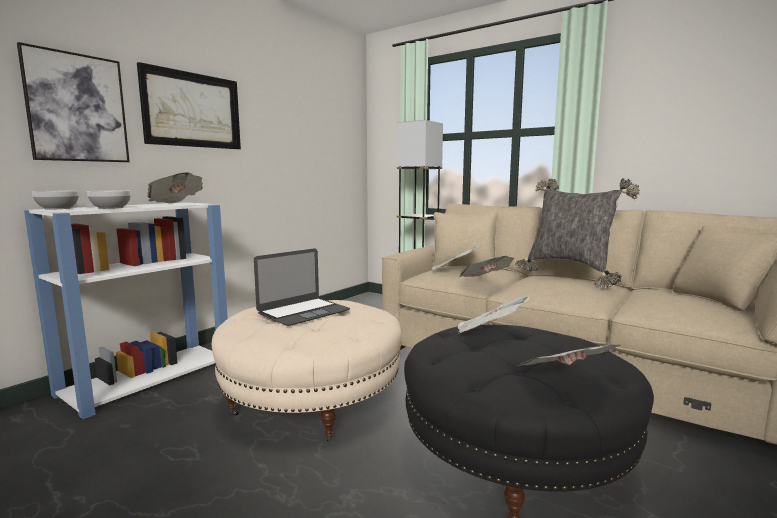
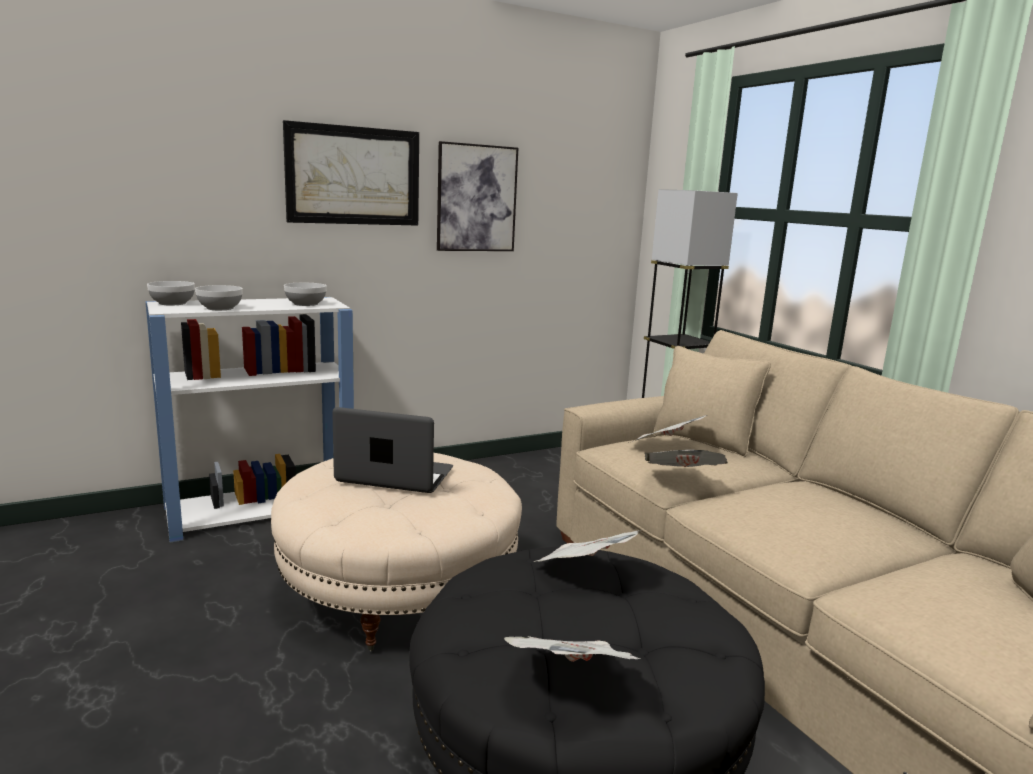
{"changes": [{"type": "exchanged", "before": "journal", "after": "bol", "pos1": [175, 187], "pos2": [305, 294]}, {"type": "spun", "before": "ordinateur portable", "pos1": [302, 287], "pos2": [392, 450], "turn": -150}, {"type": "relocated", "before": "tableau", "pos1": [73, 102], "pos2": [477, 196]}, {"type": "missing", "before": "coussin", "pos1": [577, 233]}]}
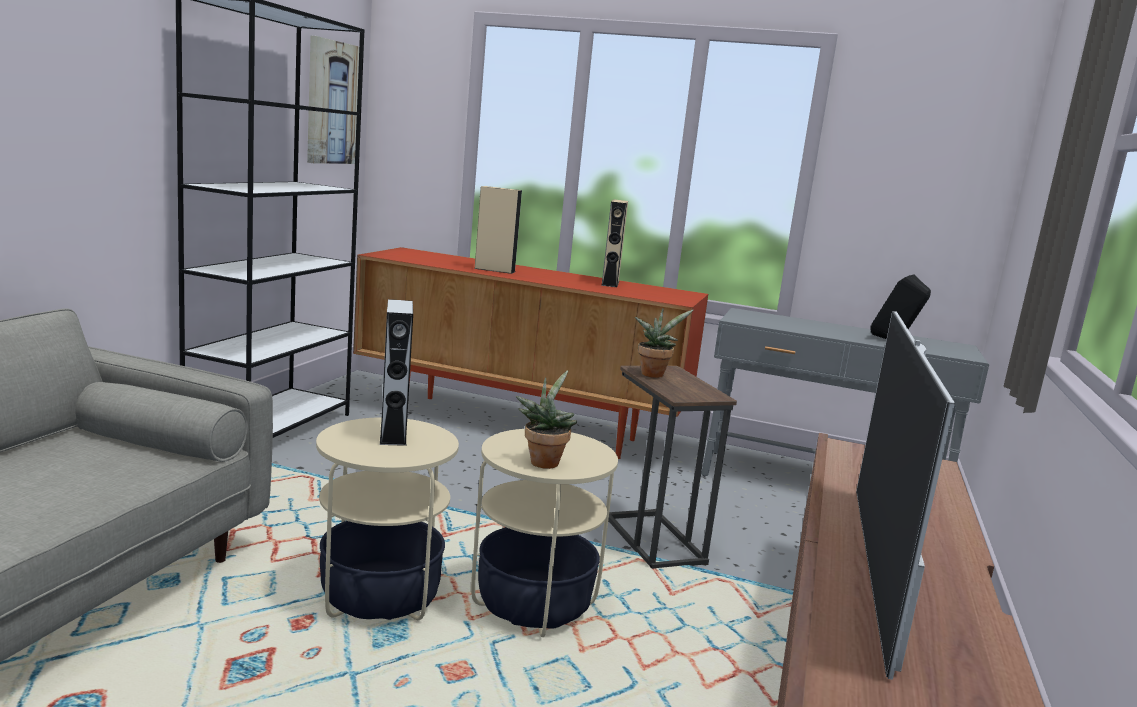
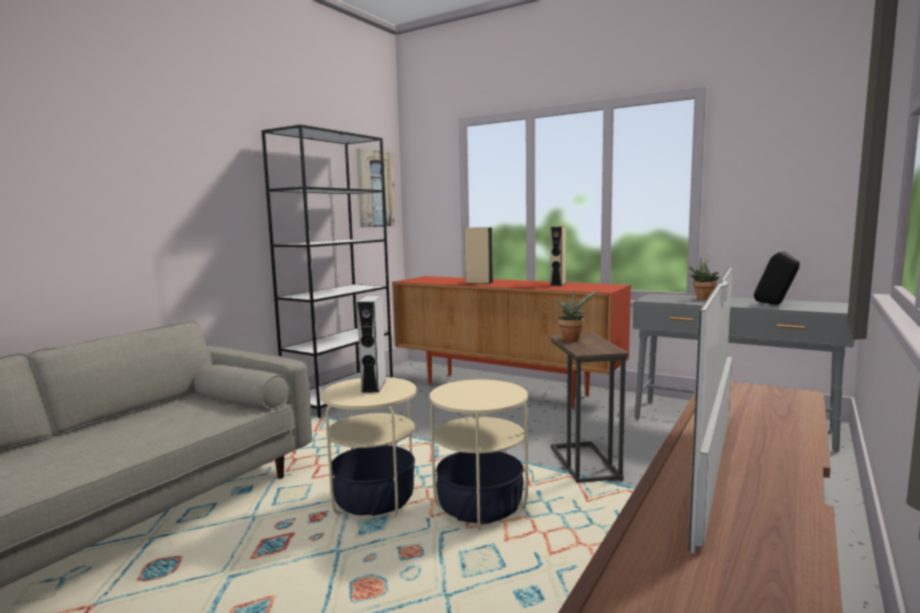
{"changes": [{"type": "relocated", "before": "plante en pot", "pos1": [546, 419], "pos2": [704, 278]}]}
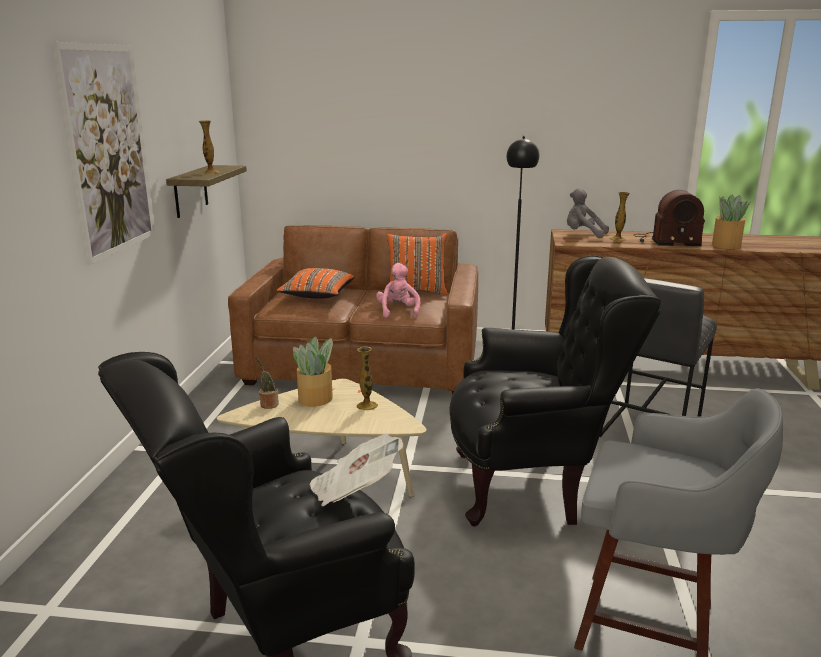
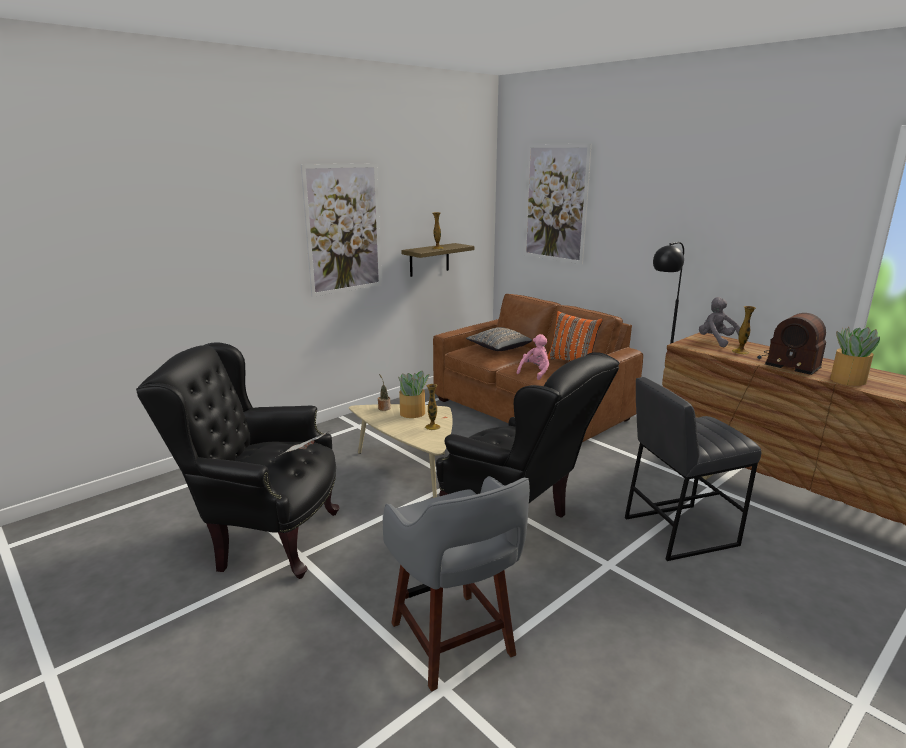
{"changes": [{"type": "colour", "before": "coussin [orange]", "after": "coussin [gris]", "pos1": [315, 283], "pos2": [499, 339]}, {"type": "appeared", "after": "tableau", "pos2": [558, 204]}]}
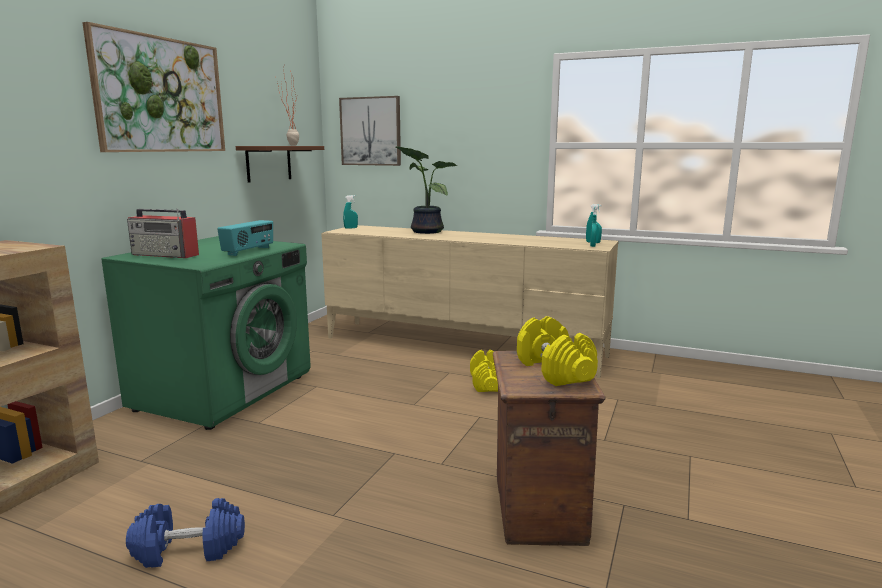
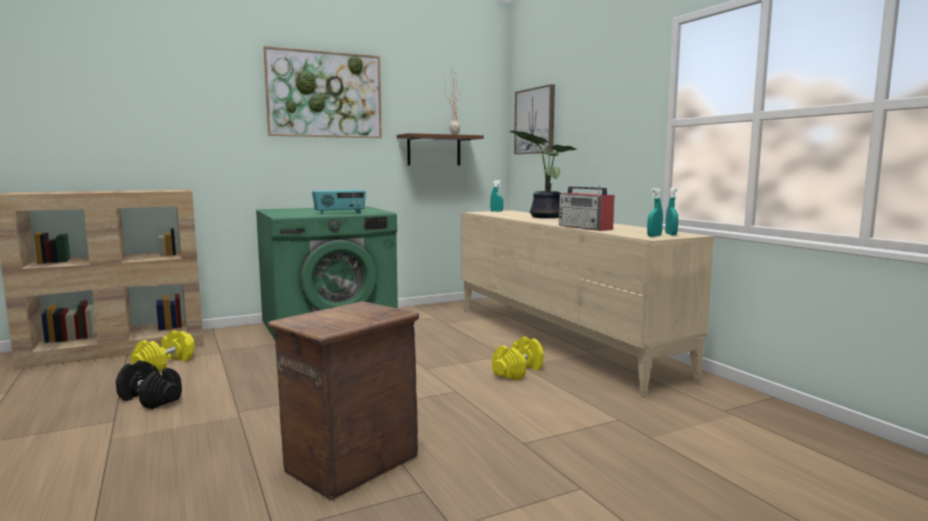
{"changes": [{"type": "colour", "before": "haltère [bleu]", "after": "haltère [noir]", "pos1": [185, 533], "pos2": [149, 384]}, {"type": "relocated", "before": "haltère [jaune]", "pos1": [557, 351], "pos2": [163, 350]}, {"type": "relocated", "before": "radio", "pos1": [163, 233], "pos2": [586, 208]}]}
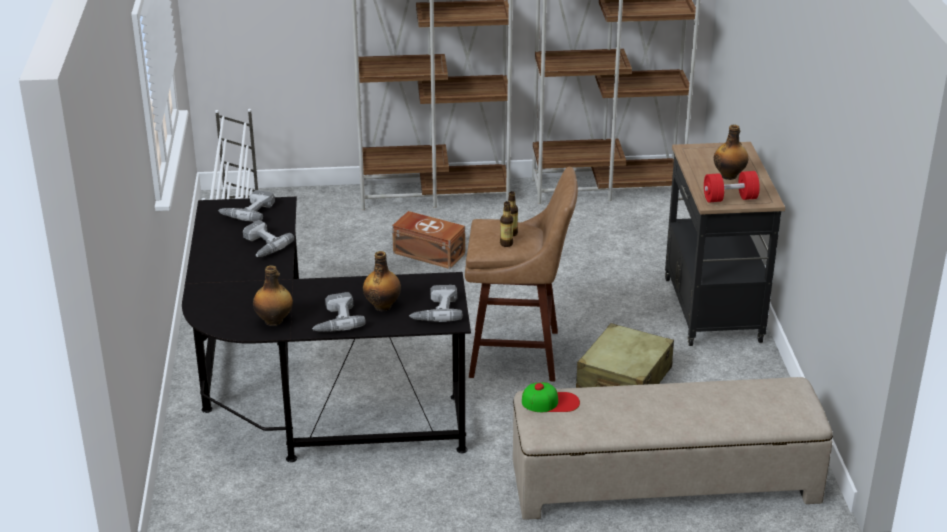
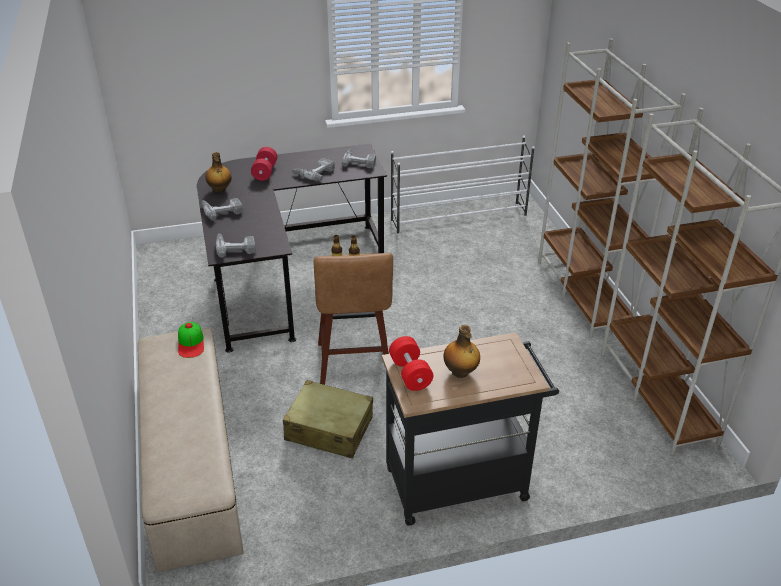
{"changes": [{"type": "appeared", "after": "haltère [rouge]", "pos2": [264, 164]}, {"type": "missing", "before": "bouteille", "pos1": [382, 281]}, {"type": "missing", "before": "boîte de rangement [marron]", "pos1": [428, 240]}]}
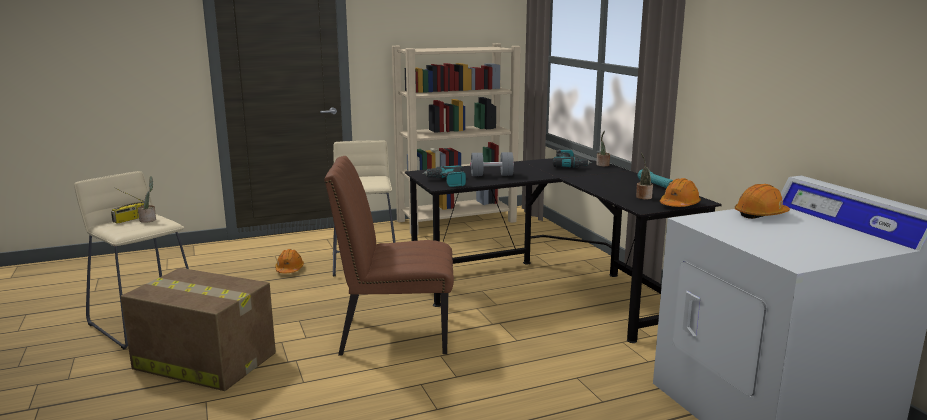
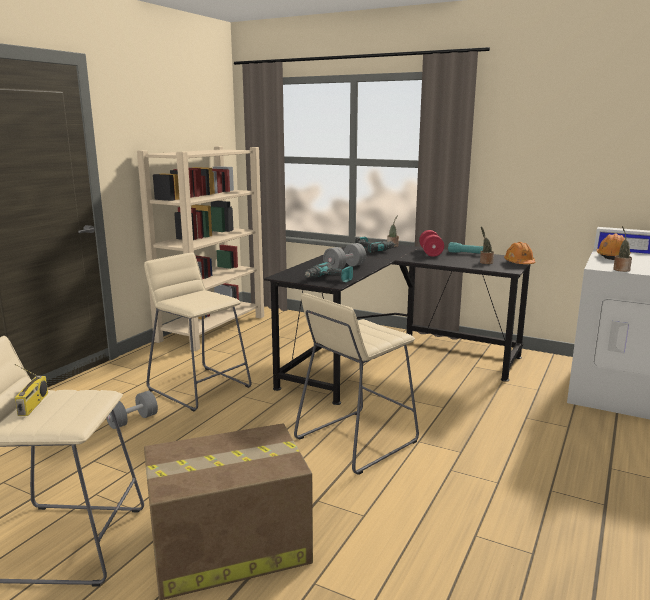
{"changes": [{"type": "exchanged", "before": "casque de chantier [orange]", "after": "haltère [gris]", "pos1": [289, 261], "pos2": [132, 410]}, {"type": "exchanged", "before": "chaise [marron]", "after": "tabouret [beige]", "pos1": [389, 256], "pos2": [356, 384]}, {"type": "appeared", "after": "haltère [rouge]", "pos2": [431, 243]}, {"type": "relocated", "before": "plante en pot", "pos1": [147, 199], "pos2": [622, 249]}]}
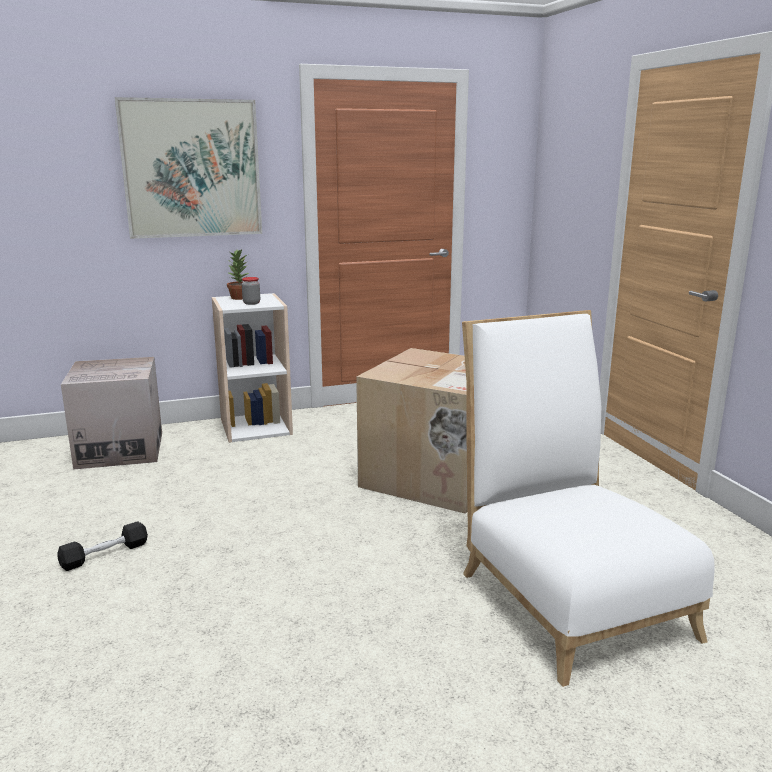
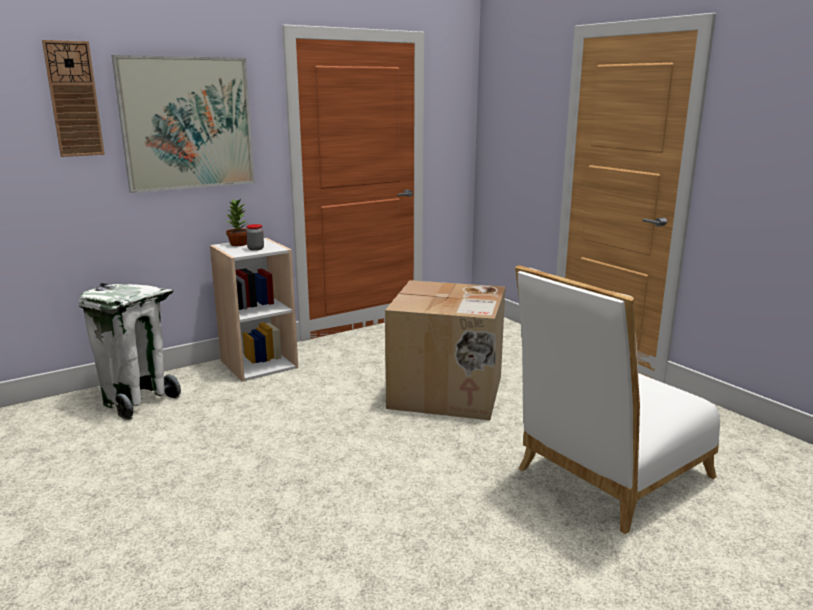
{"changes": [{"type": "appeared", "after": "horloge murale", "pos2": [73, 98]}, {"type": "exchanged", "before": "carton", "after": "poubelle [blanc]", "pos1": [111, 413], "pos2": [130, 351]}, {"type": "spun", "before": "chaise [blanc]", "pos1": [588, 498], "pos2": [617, 399], "turn": -90}, {"type": "missing", "before": "haltère [noir]", "pos1": [102, 546]}]}
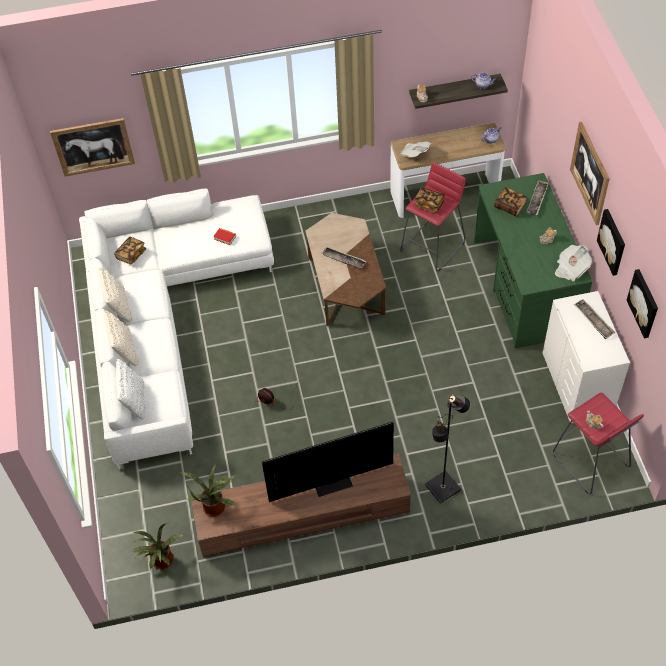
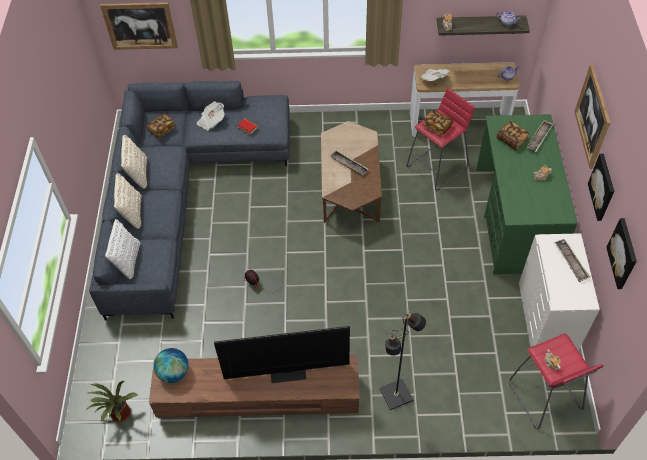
{"changes": [{"type": "colour", "before": "canapé [blanc]", "after": "canapé [bleu]", "pos1": [176, 329], "pos2": [189, 201]}, {"type": "exchanged", "before": "plante en pot", "after": "globe", "pos1": [208, 491], "pos2": [171, 365]}, {"type": "relocated", "before": "journal", "pos1": [573, 263], "pos2": [211, 116]}]}
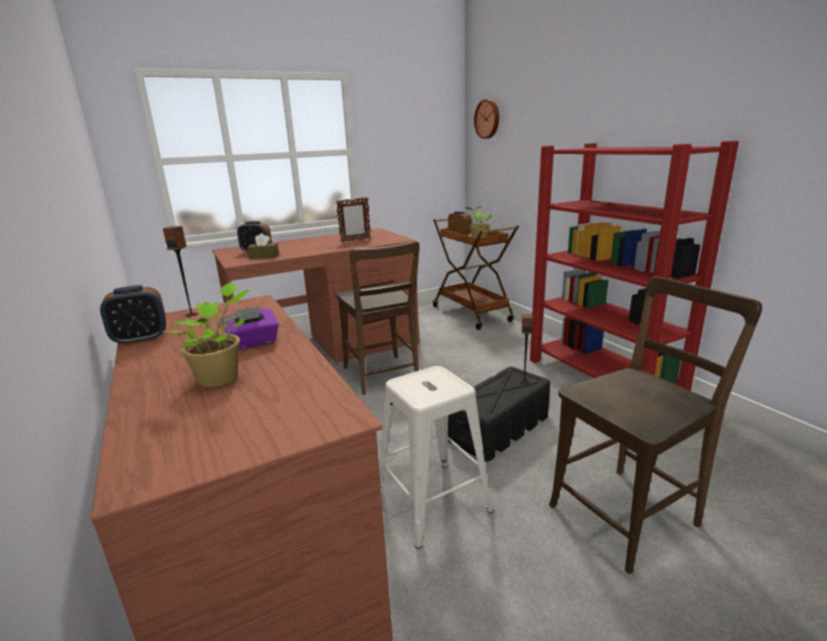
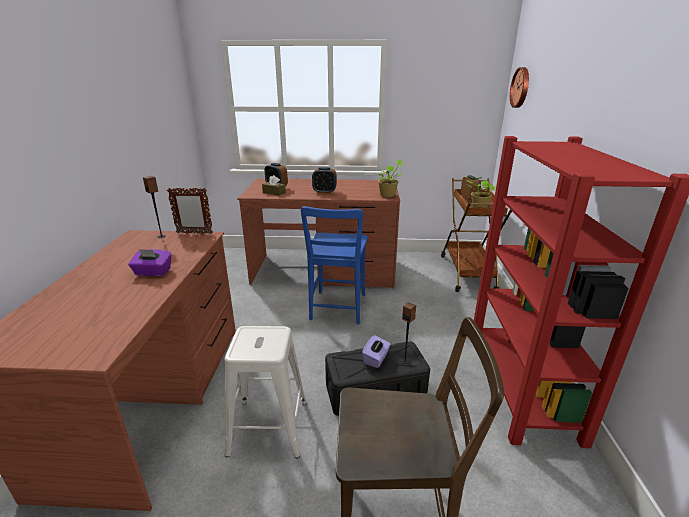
{"changes": [{"type": "relocated", "before": "cadre photo", "pos1": [353, 219], "pos2": [190, 211]}, {"type": "colour", "before": "chaise [marron]", "after": "chaise [bleu]", "pos1": [377, 318], "pos2": [334, 265]}, {"type": "relocated", "before": "réveil", "pos1": [133, 315], "pos2": [324, 180]}, {"type": "appeared", "after": "boîte à mouchoirs [violet]", "pos2": [376, 351]}, {"type": "relocated", "before": "plante en pot", "pos1": [206, 334], "pos2": [391, 178]}]}
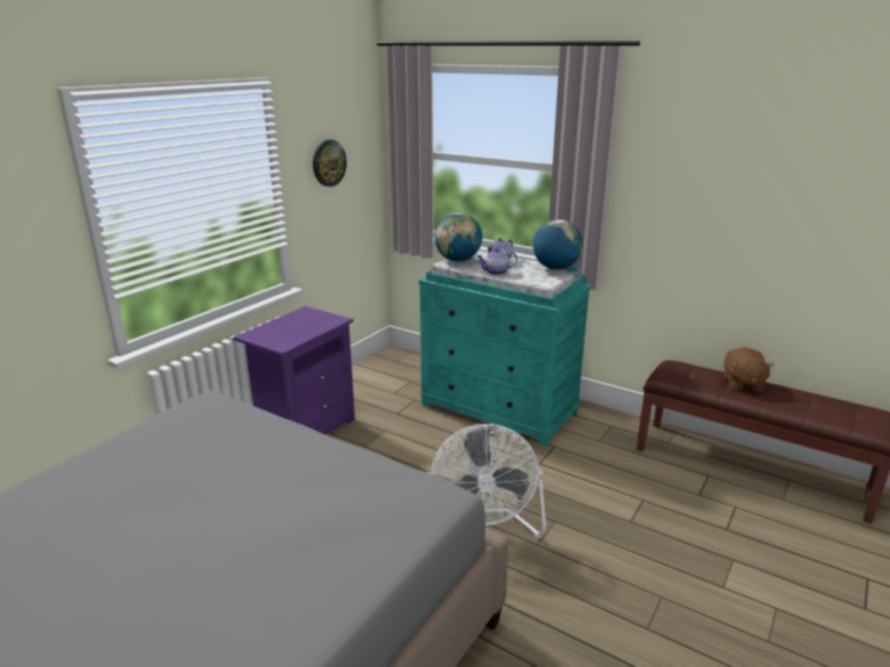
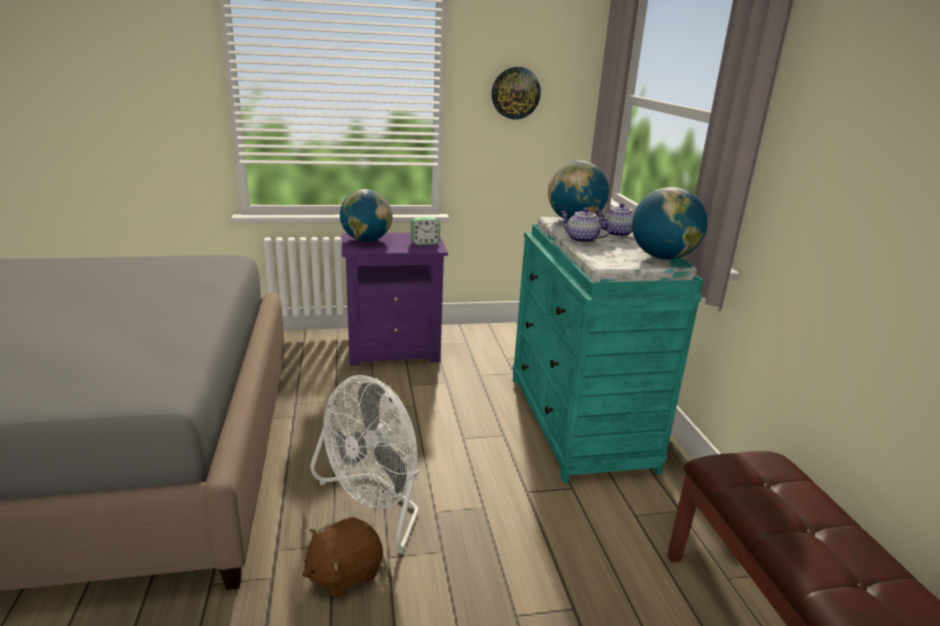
{"changes": [{"type": "relocated", "before": "peluche [marron]", "pos1": [749, 369], "pos2": [343, 557]}, {"type": "appeared", "after": "globe", "pos2": [366, 215]}, {"type": "appeared", "after": "réveil", "pos2": [425, 231]}]}
